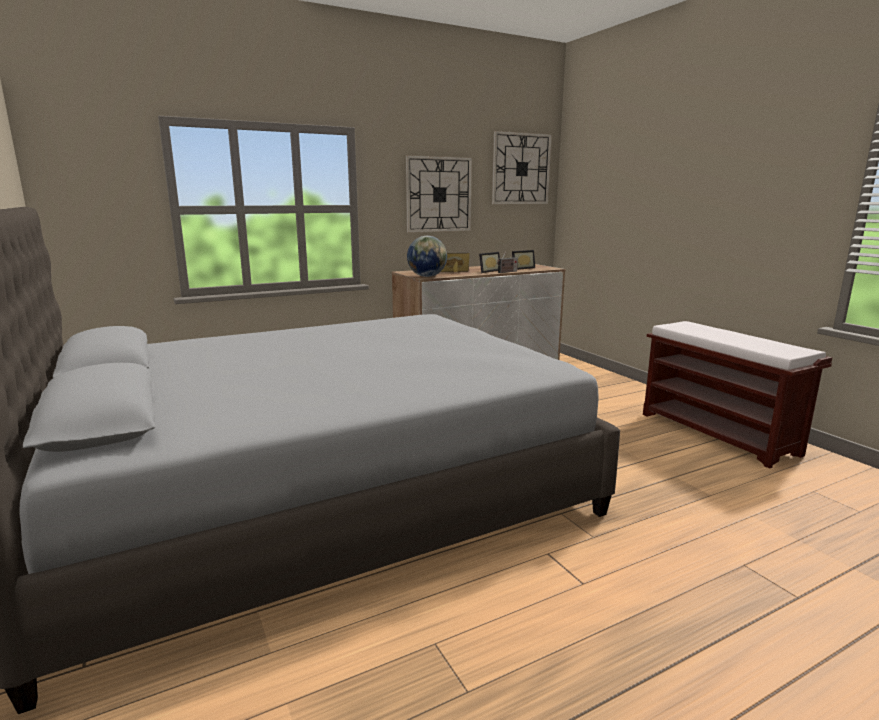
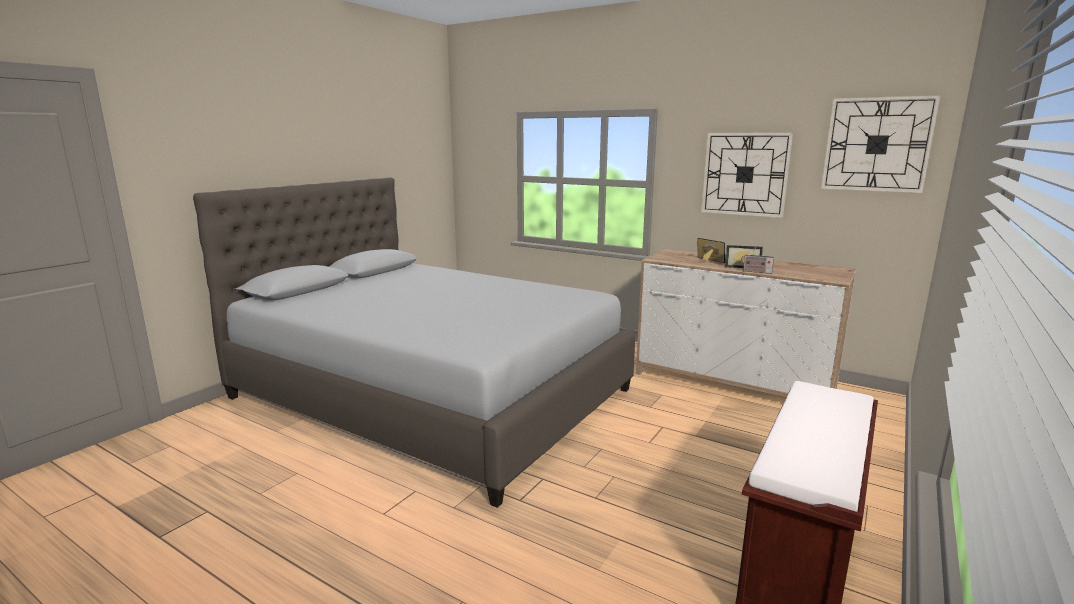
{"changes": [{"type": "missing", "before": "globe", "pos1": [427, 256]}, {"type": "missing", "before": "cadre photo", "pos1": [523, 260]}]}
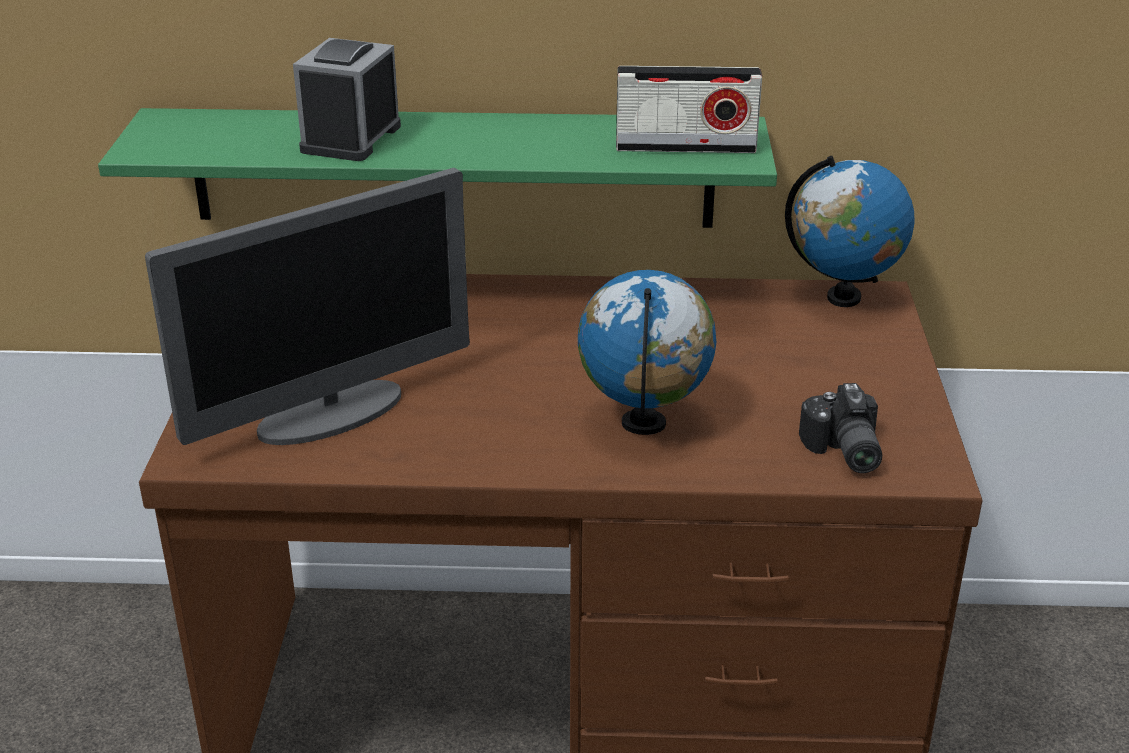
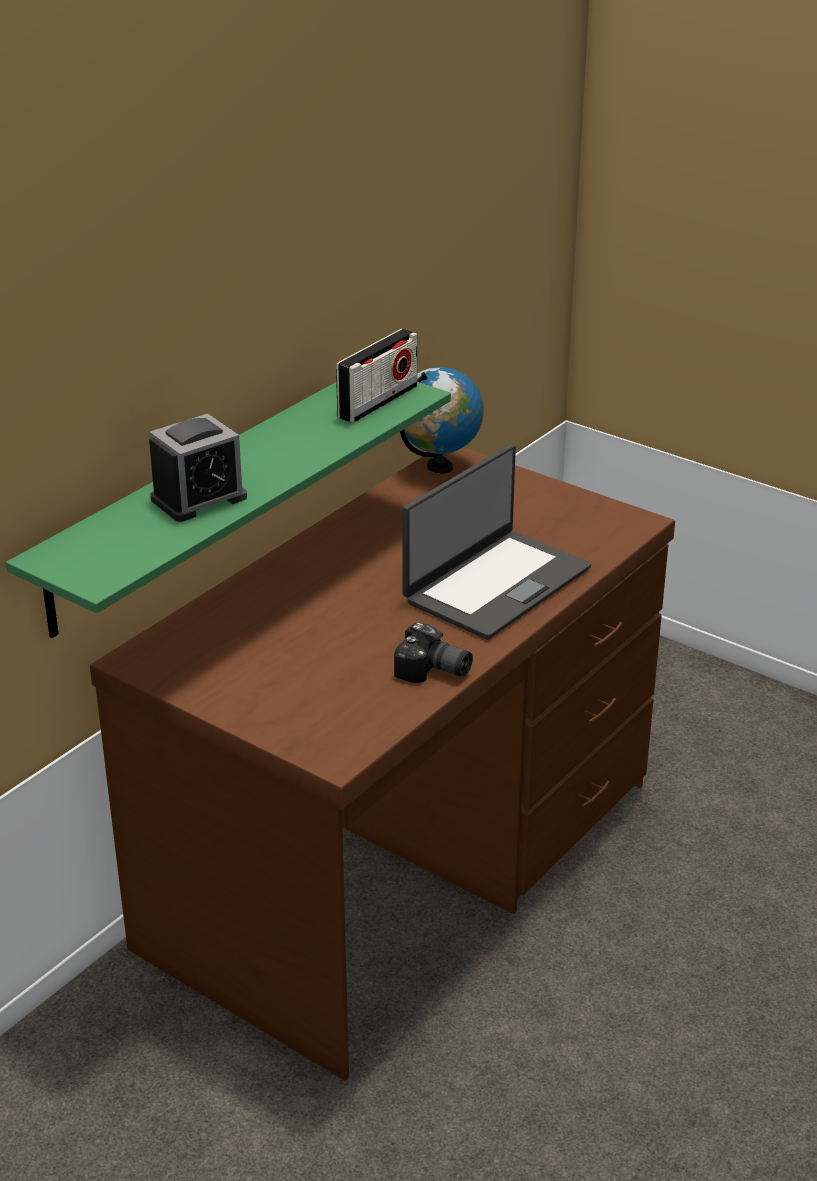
{"changes": [{"type": "spun", "before": "réveil", "pos1": [347, 99], "pos2": [198, 468], "turn": -90}, {"type": "relocated", "before": "appareil photo", "pos1": [840, 428], "pos2": [433, 652]}, {"type": "exchanged", "before": "globe", "after": "ordinateur portable", "pos1": [647, 352], "pos2": [496, 542]}, {"type": "missing", "before": "écran d'ordinateur", "pos1": [307, 306]}]}
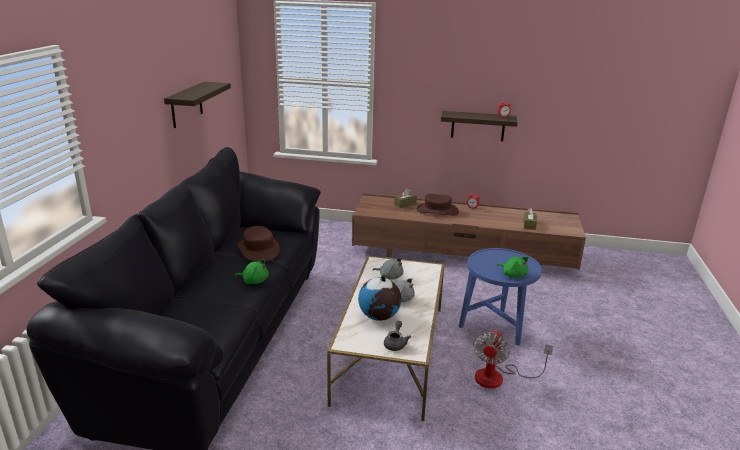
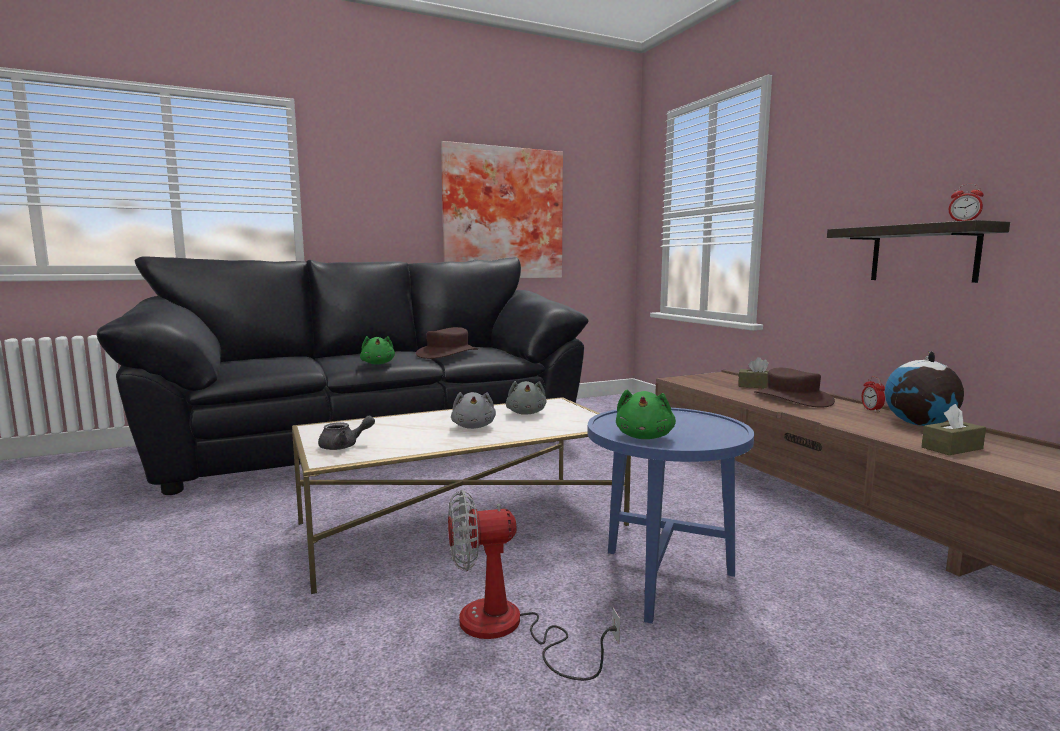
{"changes": [{"type": "exchanged", "before": "étagère", "after": "tableau", "pos1": [197, 105], "pos2": [502, 209]}, {"type": "relocated", "before": "globe", "pos1": [379, 298], "pos2": [924, 388]}]}
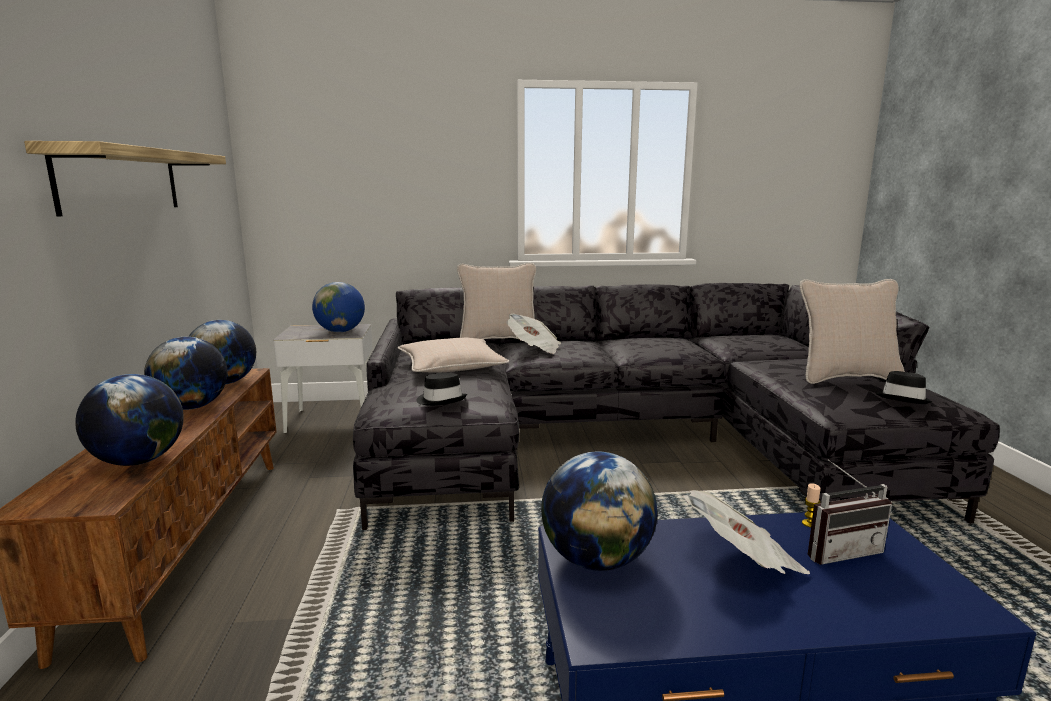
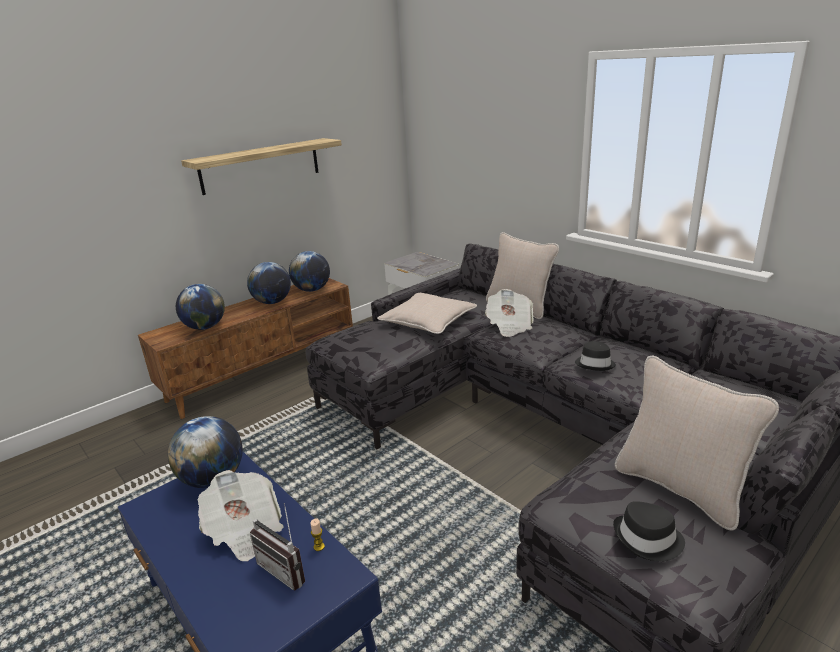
{"changes": [{"type": "relocated", "before": "chapeau [noir]", "pos1": [441, 389], "pos2": [595, 356]}, {"type": "missing", "before": "globe", "pos1": [338, 307]}]}
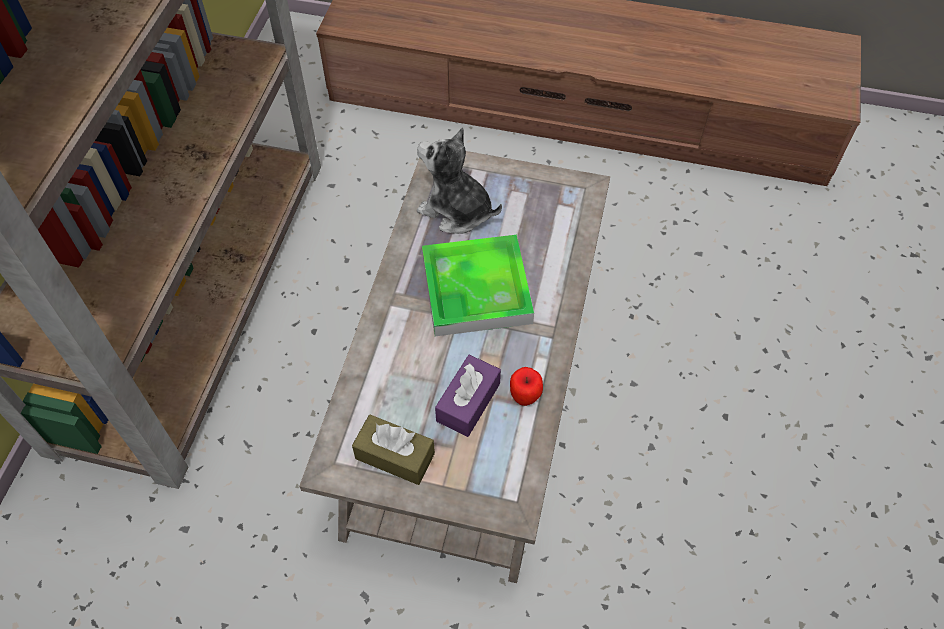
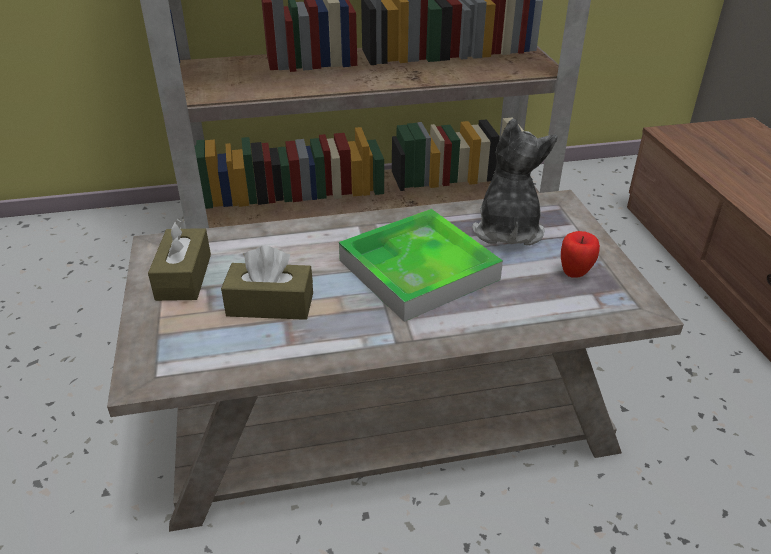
{"changes": [{"type": "colour", "before": "boîte à mouchoirs [violet]", "after": "boîte à mouchoirs [marron]", "pos1": [468, 396], "pos2": [267, 283]}, {"type": "relocated", "before": "pomme", "pos1": [526, 386], "pos2": [580, 254]}]}
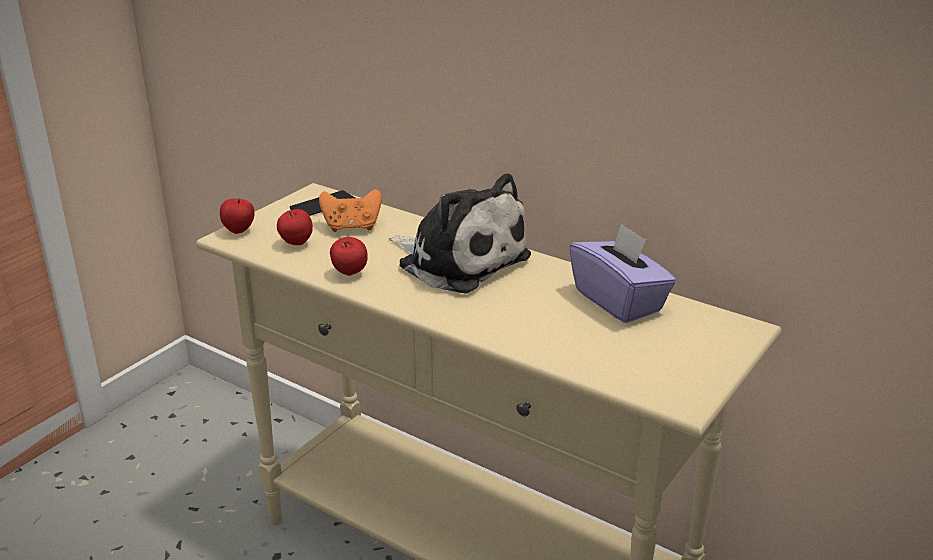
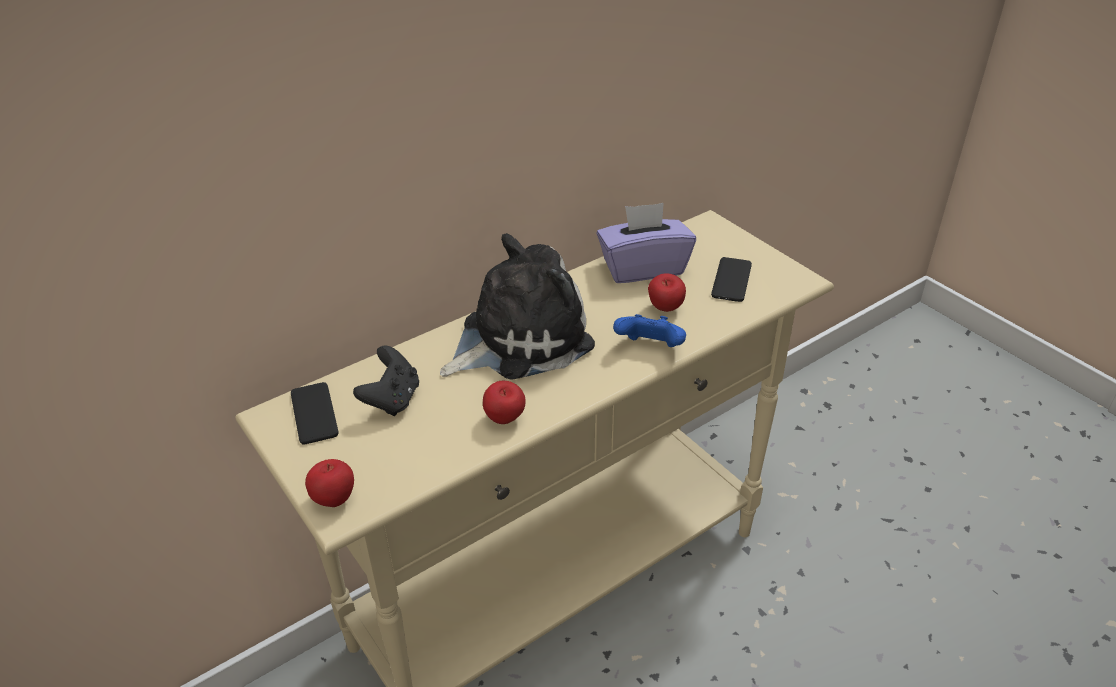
{"changes": [{"type": "colour", "before": "manette [orange]", "after": "manette [noir]", "pos1": [350, 210], "pos2": [386, 380]}, {"type": "appeared", "after": "manette [bleu]", "pos2": [649, 330]}, {"type": "relocated", "before": "pomme", "pos1": [295, 227], "pos2": [667, 292]}, {"type": "appeared", "after": "téléphone", "pos2": [731, 279]}]}
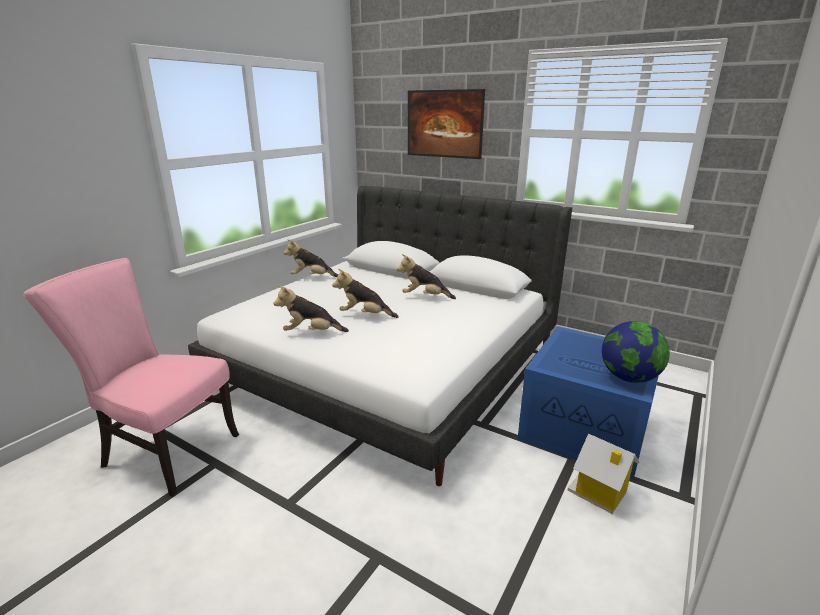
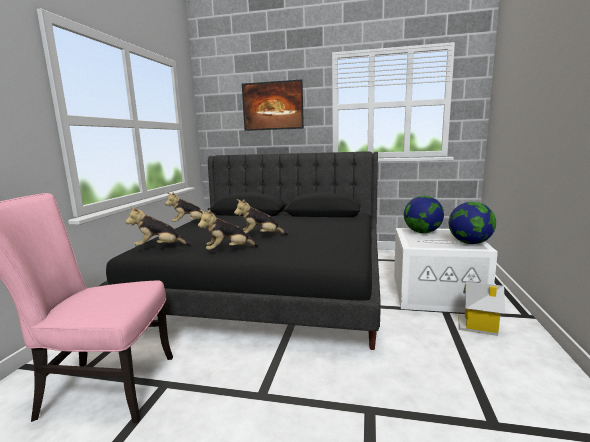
{"changes": [{"type": "colour", "before": "lit [blanc]", "after": "lit [noir]", "pos1": [380, 336], "pos2": [239, 251]}, {"type": "relocated", "before": "peluche", "pos1": [426, 276], "pos2": [159, 226]}, {"type": "colour", "before": "boîte de rangement [bleu]", "after": "boîte de rangement [blanc]", "pos1": [587, 403], "pos2": [446, 270]}, {"type": "appeared", "after": "globe", "pos2": [424, 214]}]}
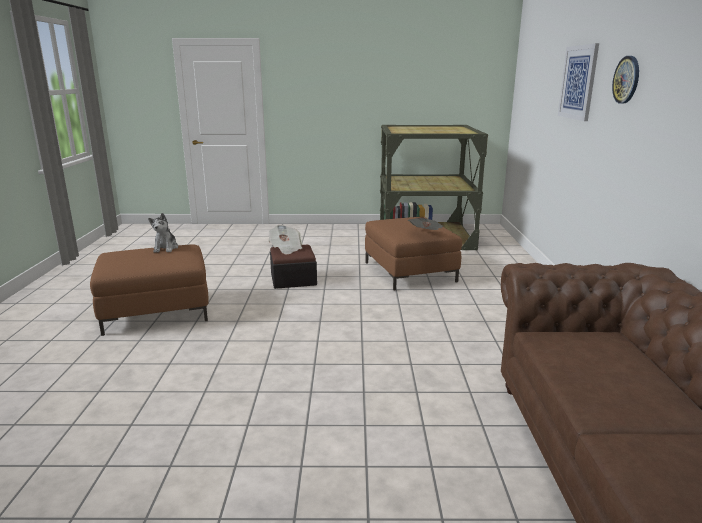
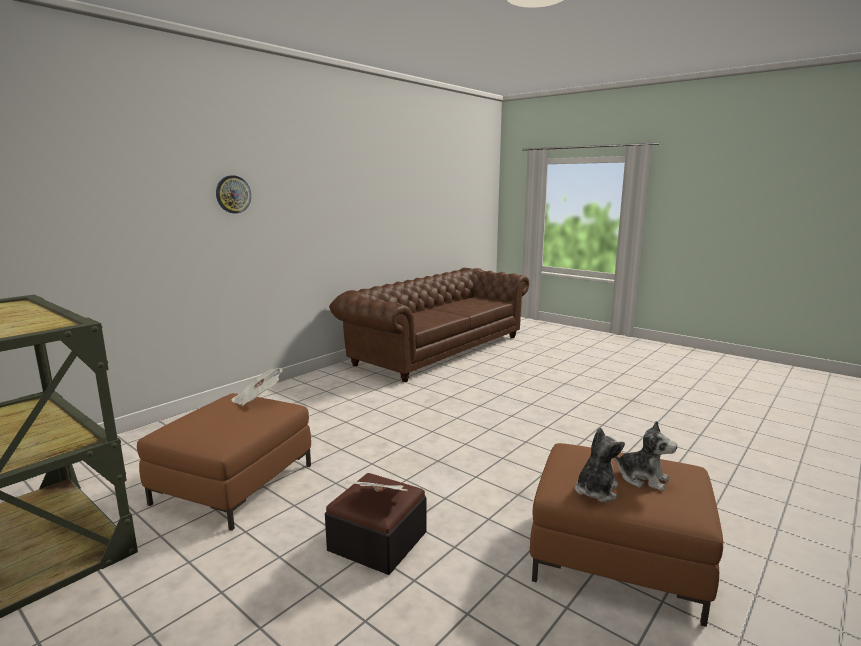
{"changes": [{"type": "appeared", "after": "peluche", "pos2": [645, 456]}, {"type": "missing", "before": "tableau", "pos1": [578, 82]}]}
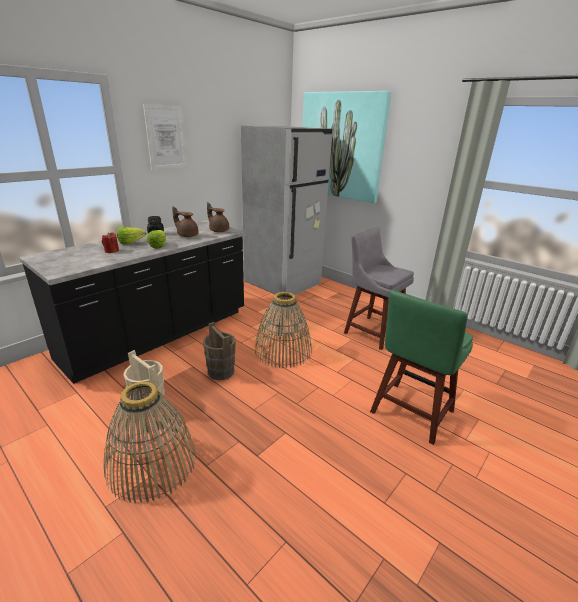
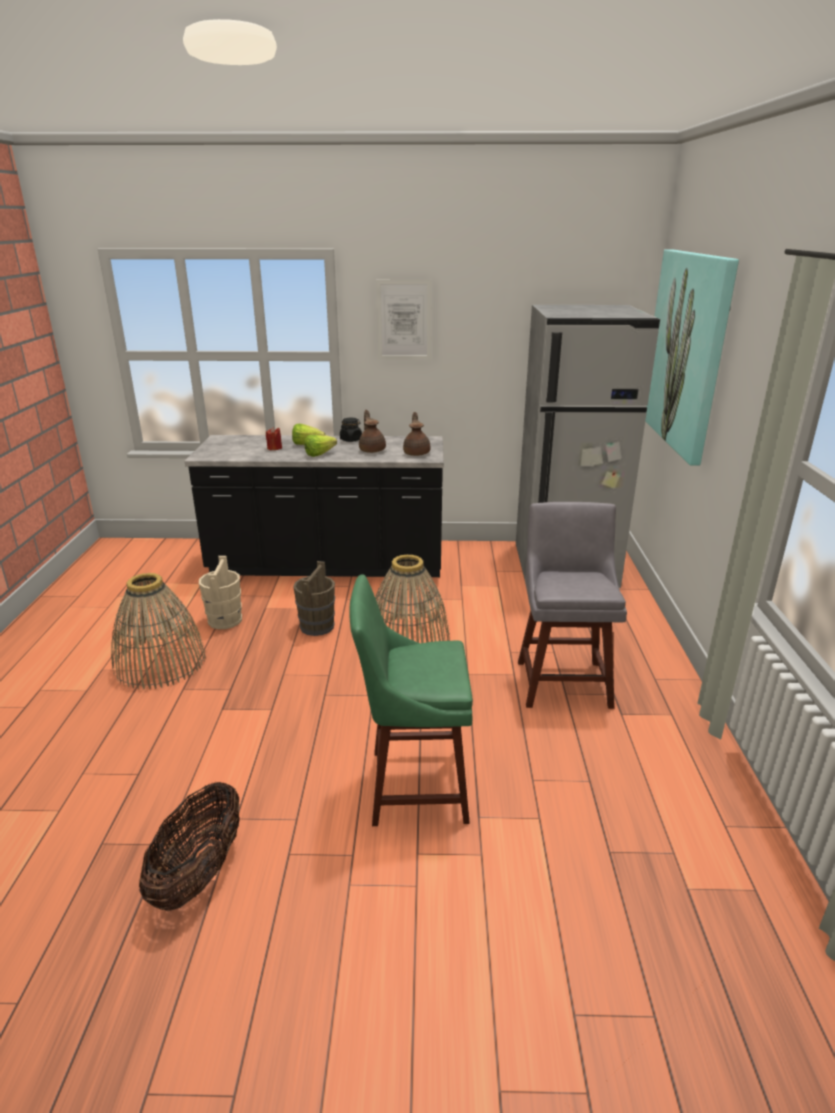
{"changes": [{"type": "appeared", "after": "panier", "pos2": [189, 846]}]}
